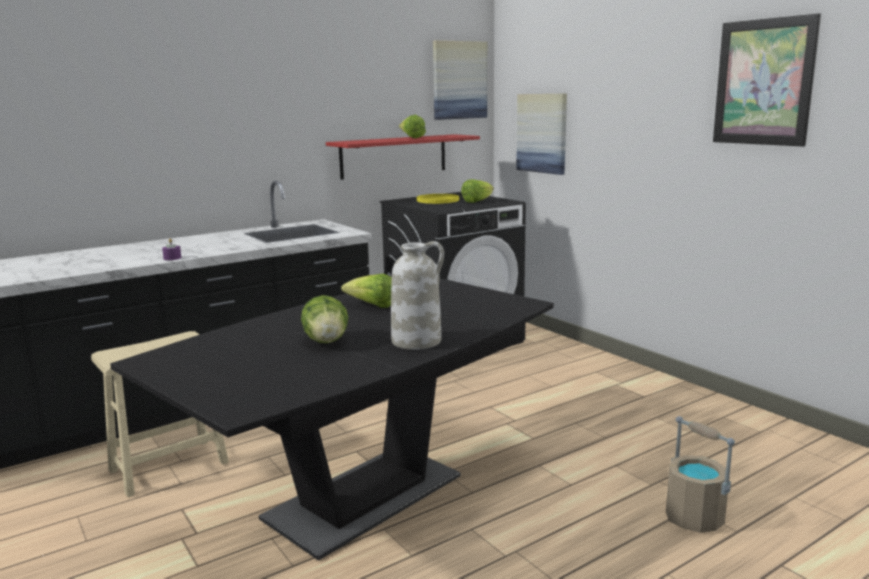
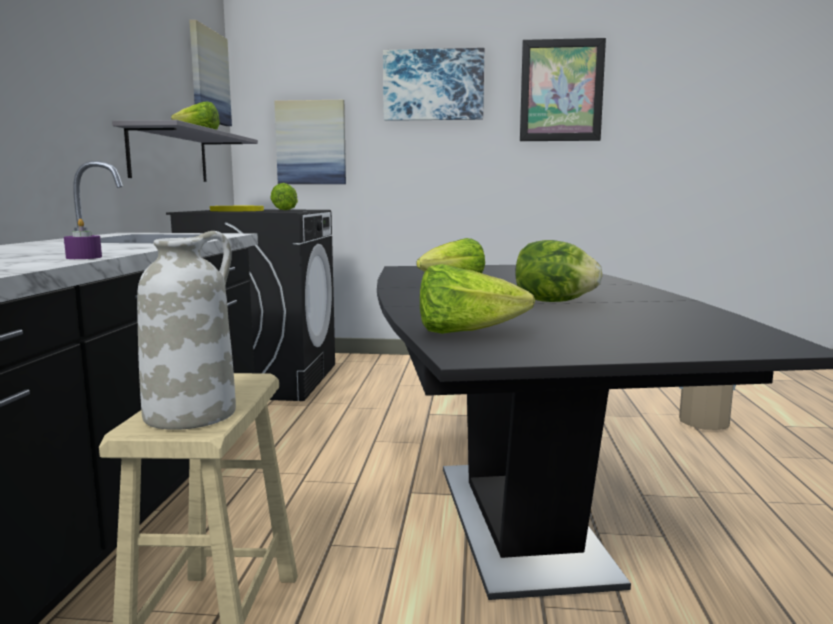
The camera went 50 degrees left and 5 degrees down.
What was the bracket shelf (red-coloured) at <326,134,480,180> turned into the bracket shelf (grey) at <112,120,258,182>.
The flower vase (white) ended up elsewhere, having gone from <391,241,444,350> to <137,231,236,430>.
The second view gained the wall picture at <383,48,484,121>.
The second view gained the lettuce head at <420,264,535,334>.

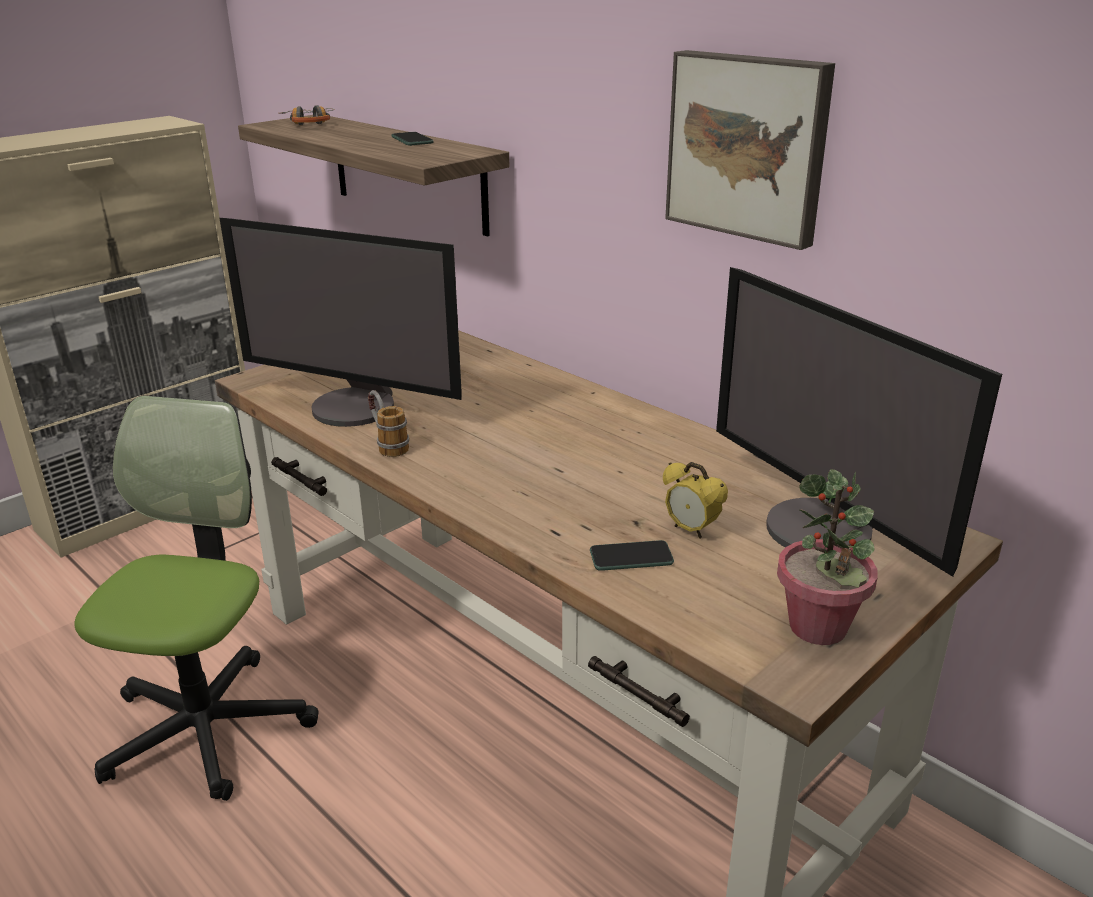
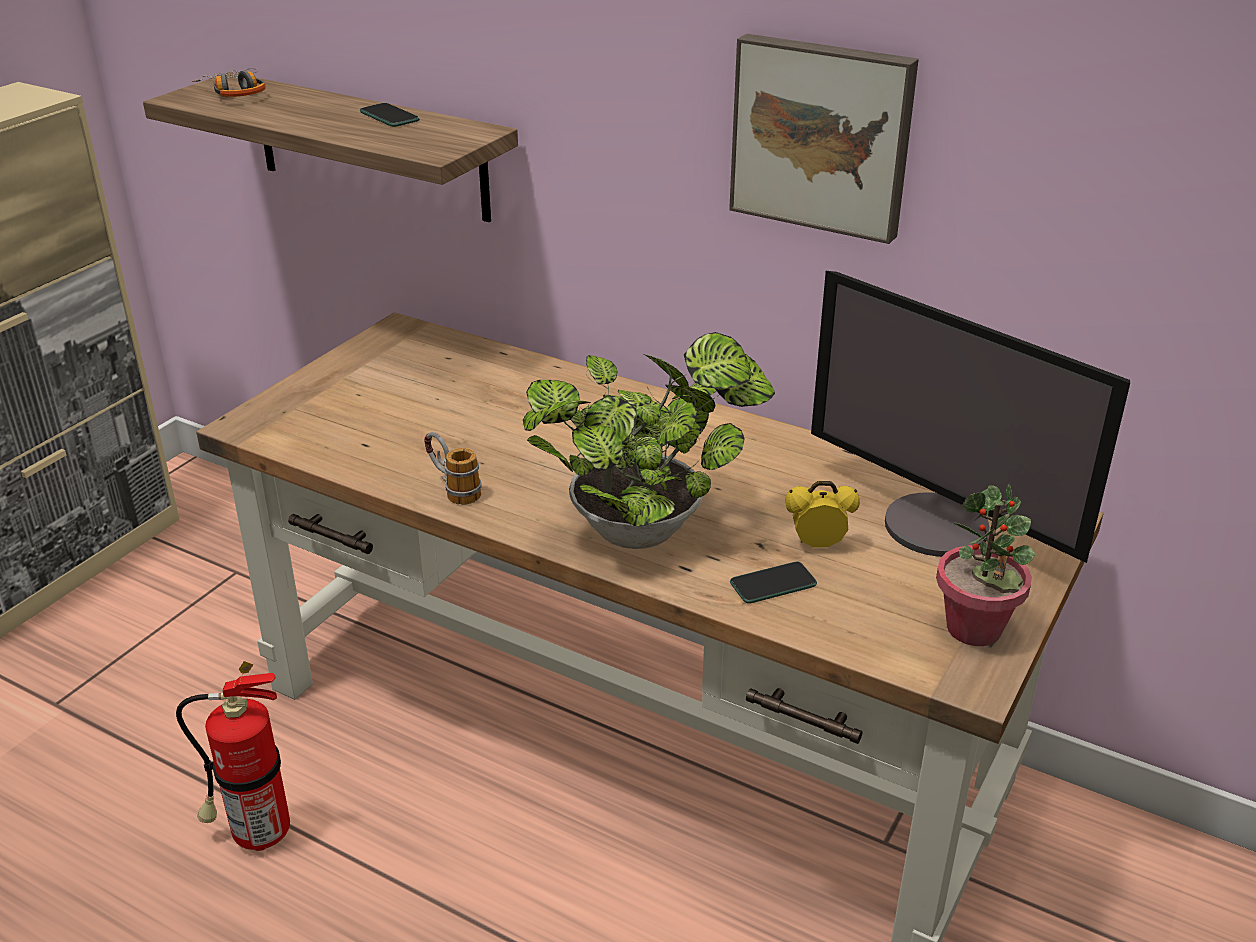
The camera went 15 degrees left and 5 degrees up.
The second view lost the computer display at <219,218,462,427>.
Where the desk chair stood at <75,396,319,801>, the extinguisher came to stand at <176,661,290,851>.
The alarm clock at <663,462,728,539> ended up facing another way, 150 degrees clockwise from before.
The second view gained the potted plant at <523,332,775,549>.

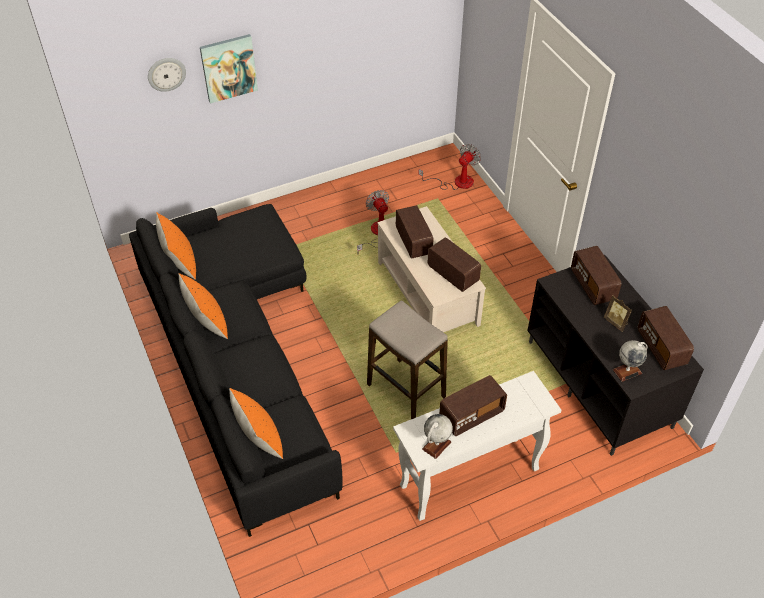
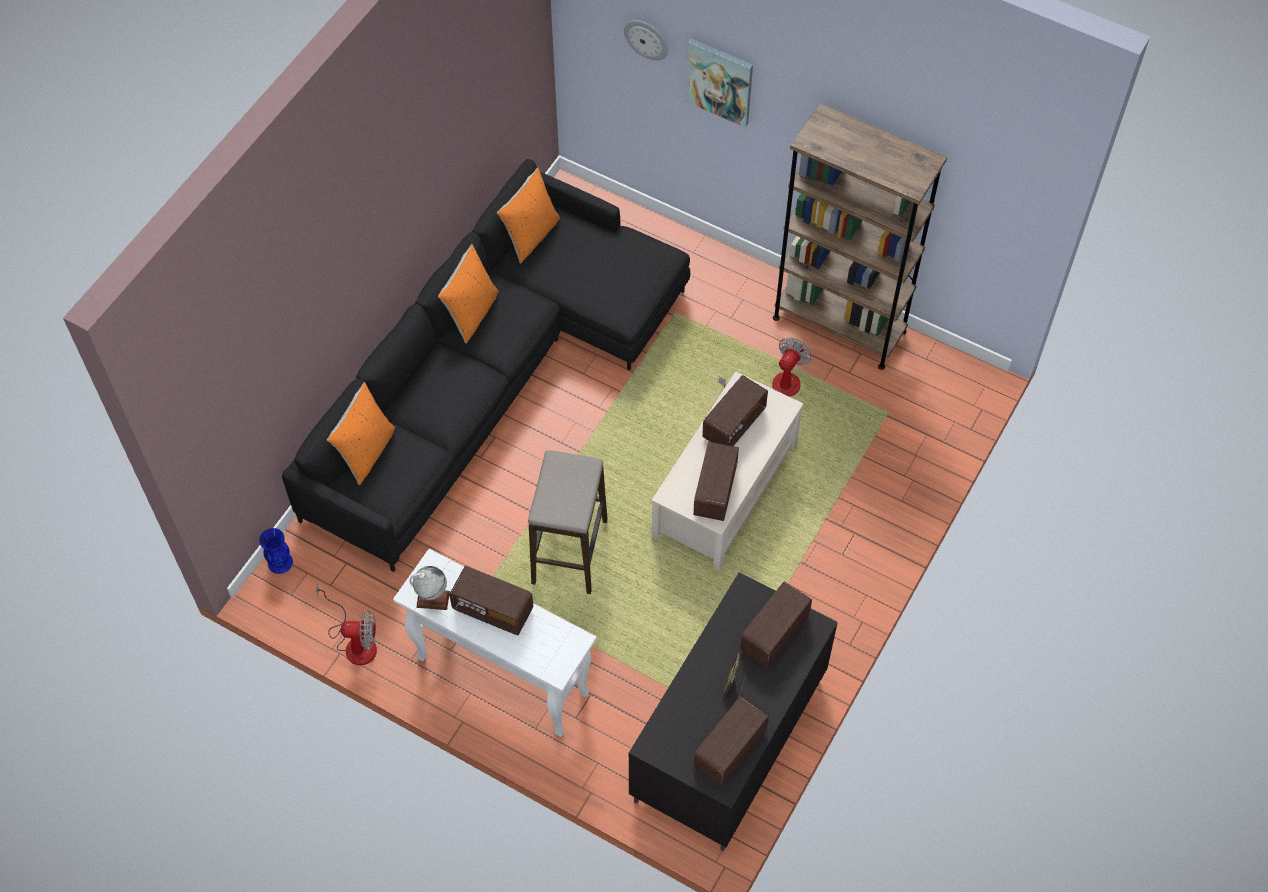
The camera went 55 degrees right and 10 degrees up.
The cooling fan ended up elsewhere, having gone from <418,144,481,190> to <316,584,377,665>.
The second view lost the globe at <613,340,647,382>.
The second view gained the shelving unit (brownish) at <773,103,947,370>.
The second view gained the flower vase (blue) at <259,528,293,574>.

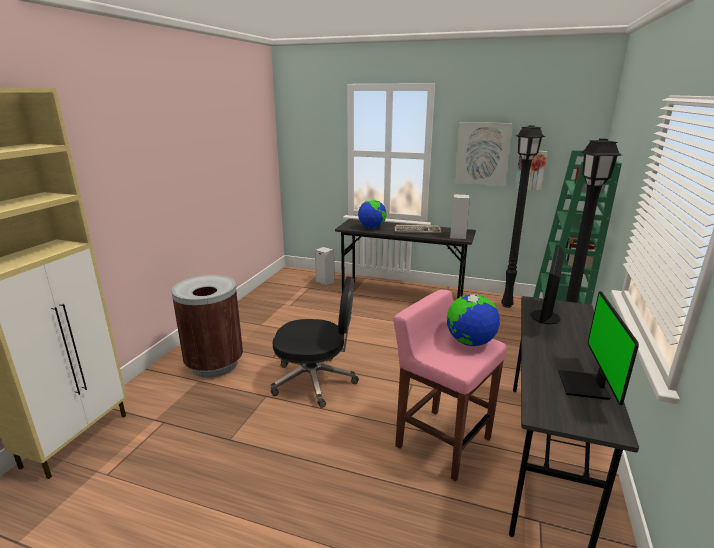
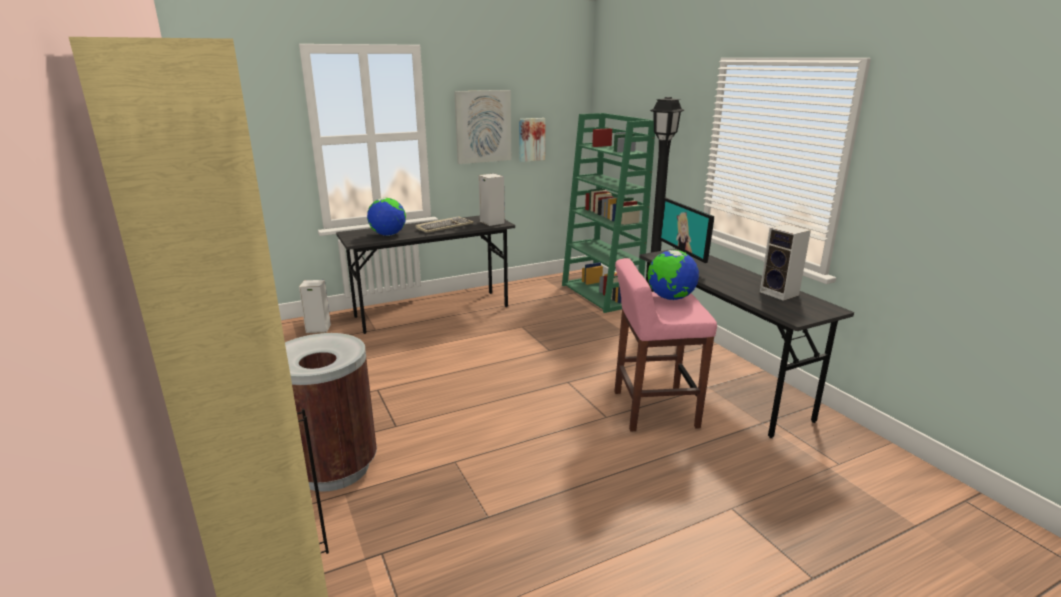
The camera went 45 degrees left and 0 degrees up.
The second view lost the standard lamp (black-coloured) at <501,125,545,308>.
The second view lost the desk chair (black-coloured) at <270,277,359,408>.
Where the computer display stood at <558,291,639,405>, the speaker came to stand at <760,224,811,301>.

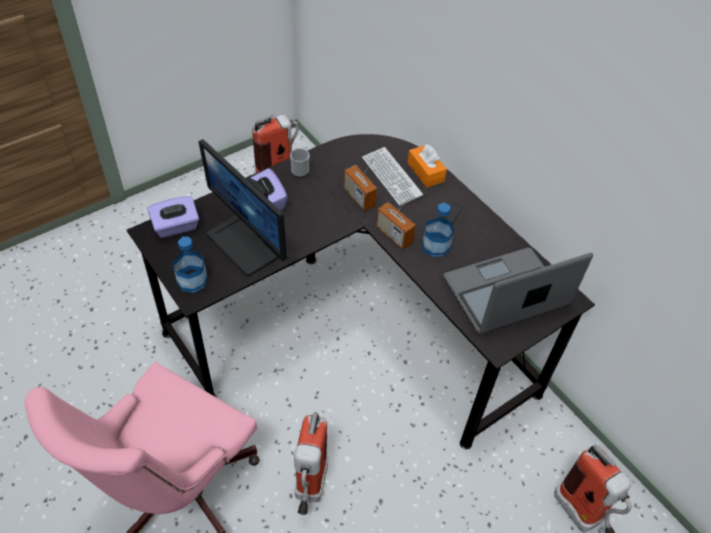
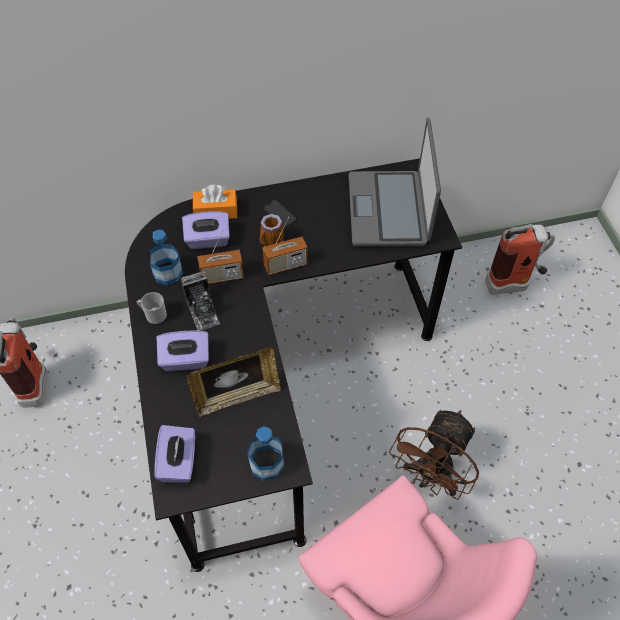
The camera went 65 degrees left and 5 degrees up.
Where the computer display stood at <198,139,287,276>, the standing frame came to stand at <187,348,281,417>.
Where the PC keyboard stood at <362,147,423,206>, the tissue holder (purple) came to stand at <182,211,230,249>.
The drink bottle ended up elsewhere, having gone from <422,203,454,257> to <150,230,183,286>.
Where the extinguisher stood at <294,412,328,515>, the cooling fan (brownish) came to stand at <389,410,479,500>.
The second view gained the mug at <260,214,284,247>.
The second view gained the still camera at <181,271,220,331>.

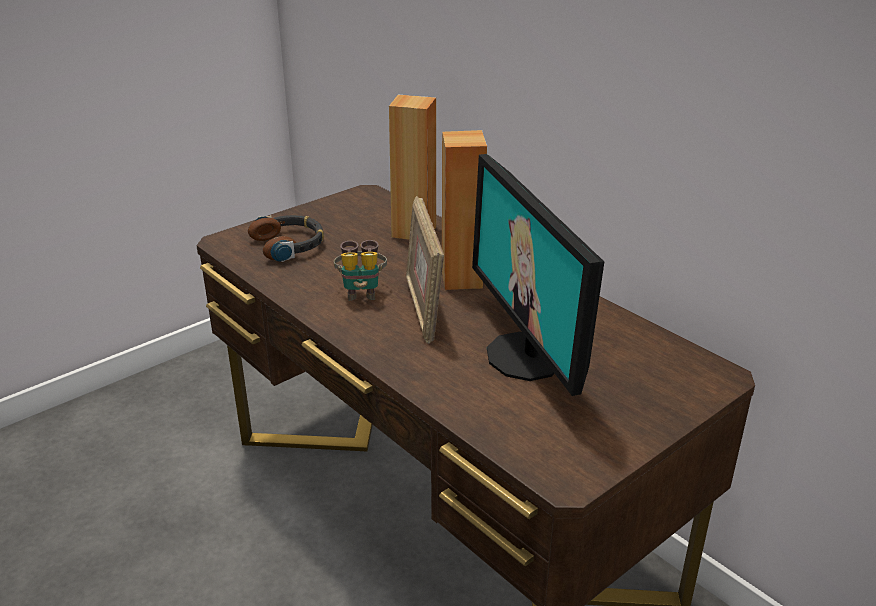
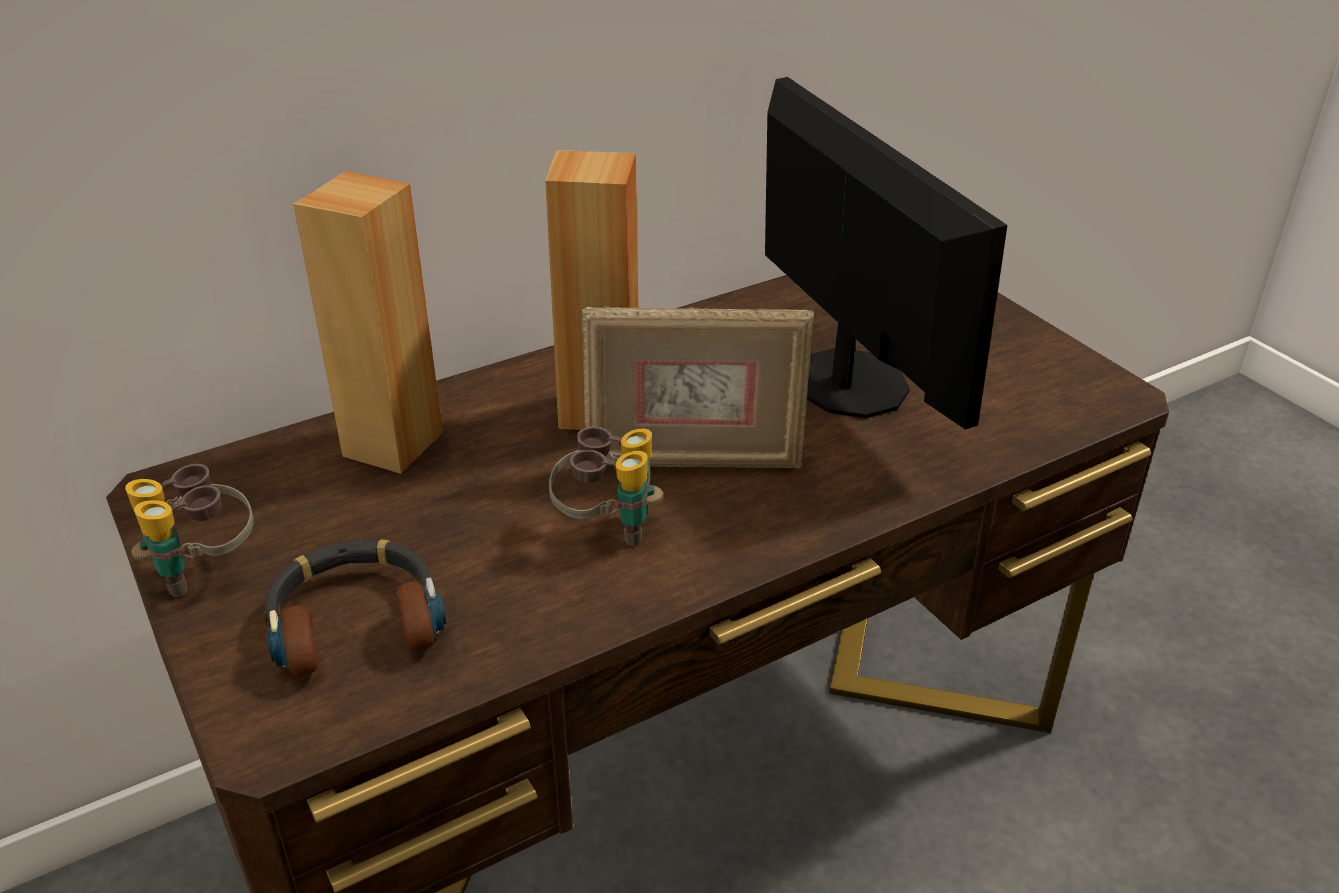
The camera went 80 degrees left and 5 degrees up.
The computer display at <472,154,604,396> ended up facing another way, 105 degrees counterclockwise from before.
The second view gained the pair of binoculars at <125,464,254,597>.

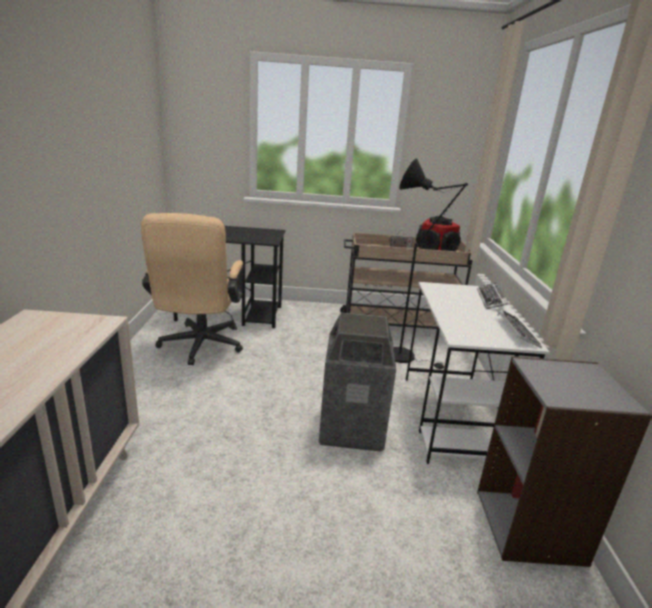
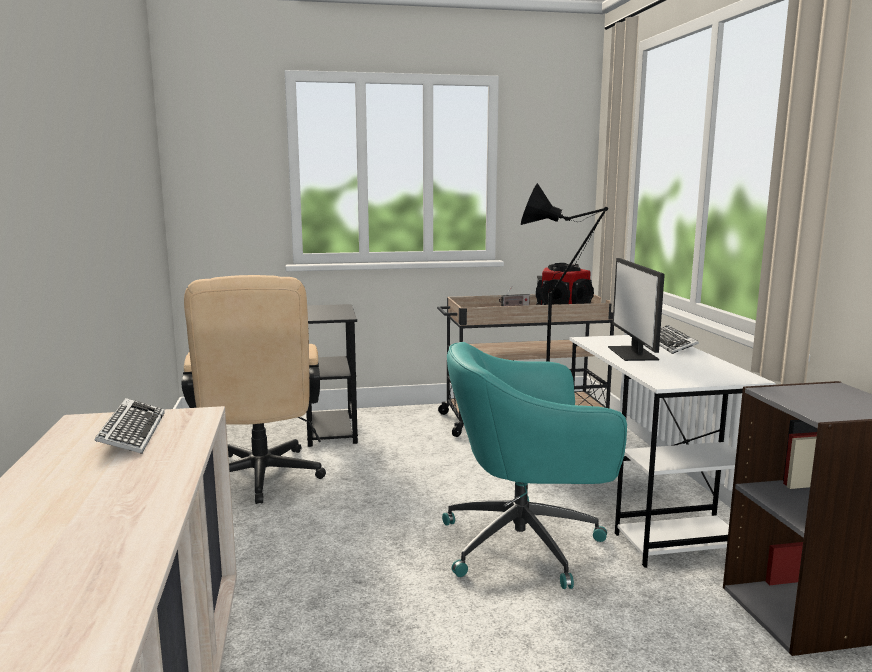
The camera went 10 degrees left and 10 degrees down.
The PC keyboard ended up elsewhere, having gone from <496,308,542,348> to <94,398,165,454>.
Where the waste bin stood at <319,312,396,452>, the desk chair (turquoise) came to stand at <442,342,627,589>.
The second view gained the computer display at <608,258,665,361>.

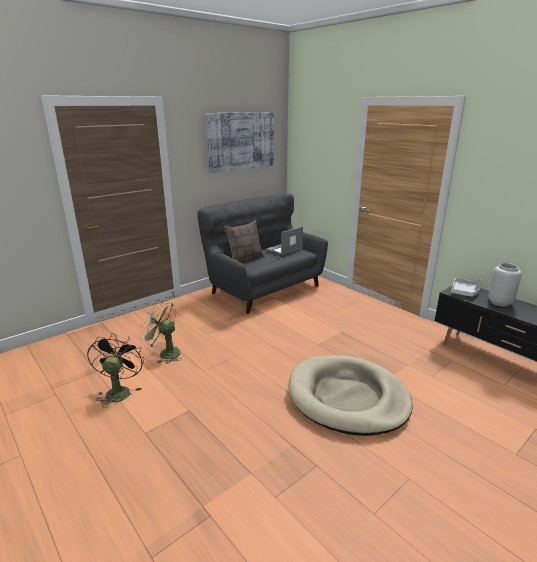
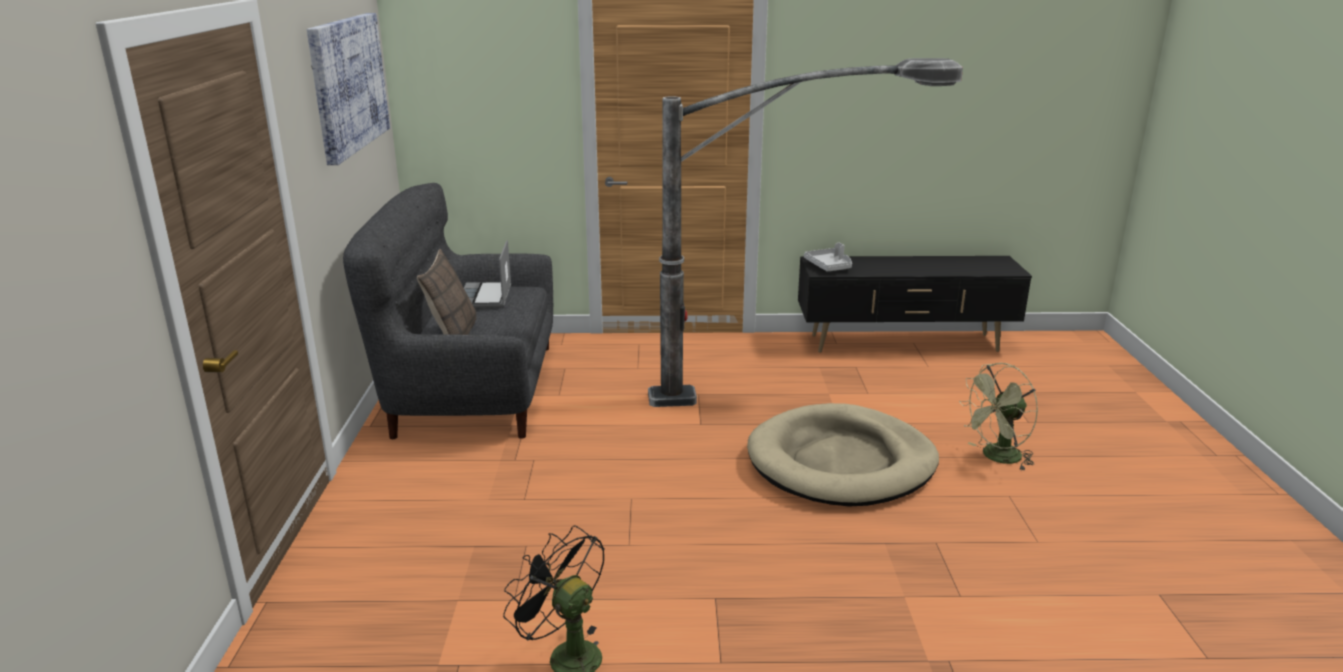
The camera went 50 degrees left and 0 degrees up.
The second view lost the flower vase (grey) at <488,263,522,307>.
The cooling fan (greenish) ended up elsewhere, having gone from <140,301,182,364> to <959,363,1038,470>.
The second view gained the standard lamp at <648,58,963,407>.

